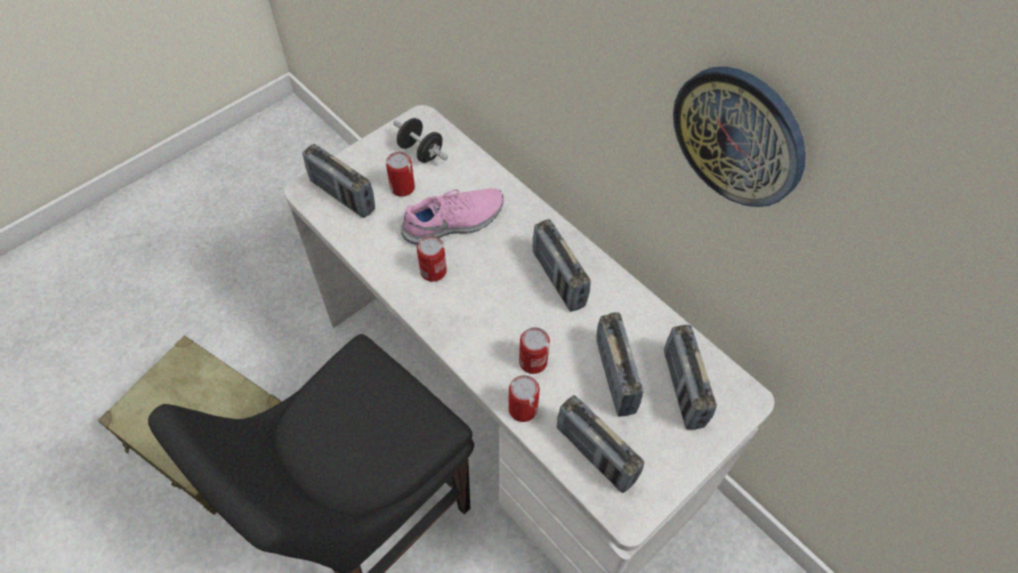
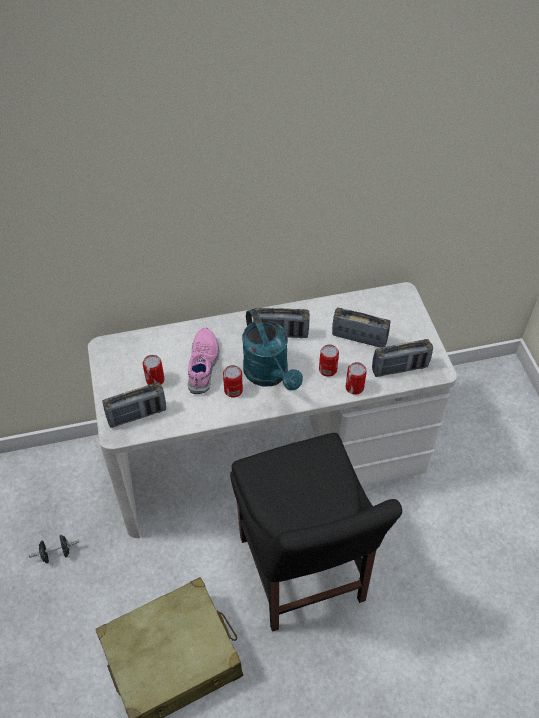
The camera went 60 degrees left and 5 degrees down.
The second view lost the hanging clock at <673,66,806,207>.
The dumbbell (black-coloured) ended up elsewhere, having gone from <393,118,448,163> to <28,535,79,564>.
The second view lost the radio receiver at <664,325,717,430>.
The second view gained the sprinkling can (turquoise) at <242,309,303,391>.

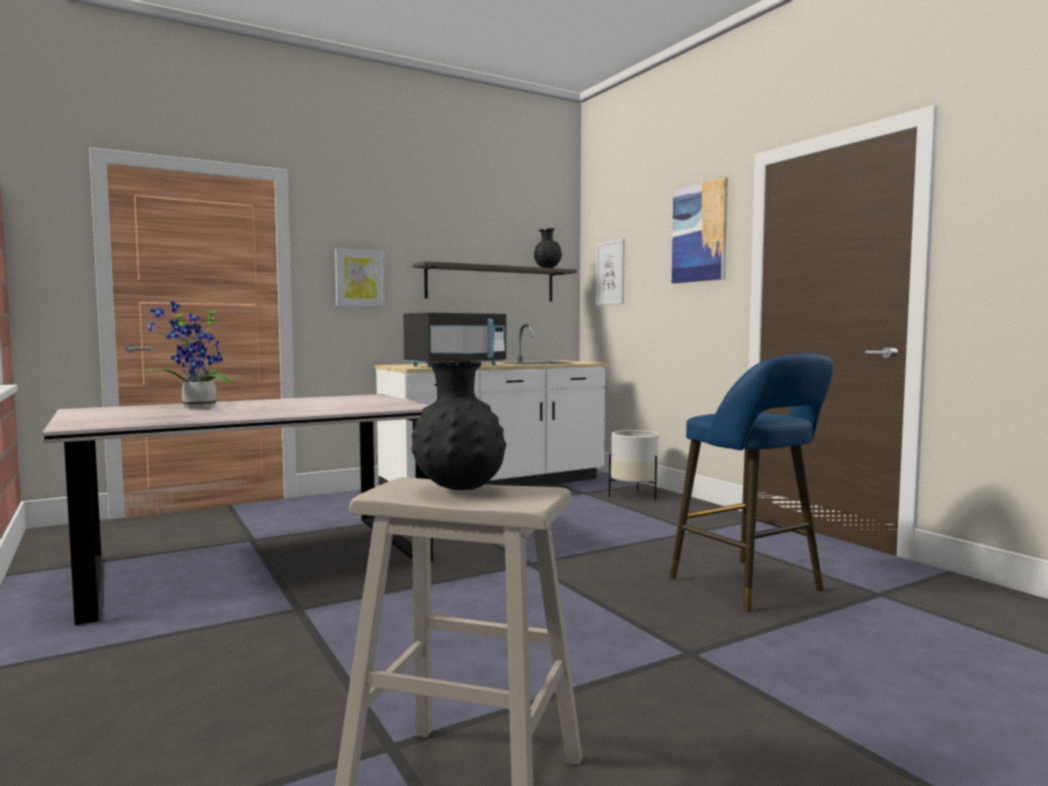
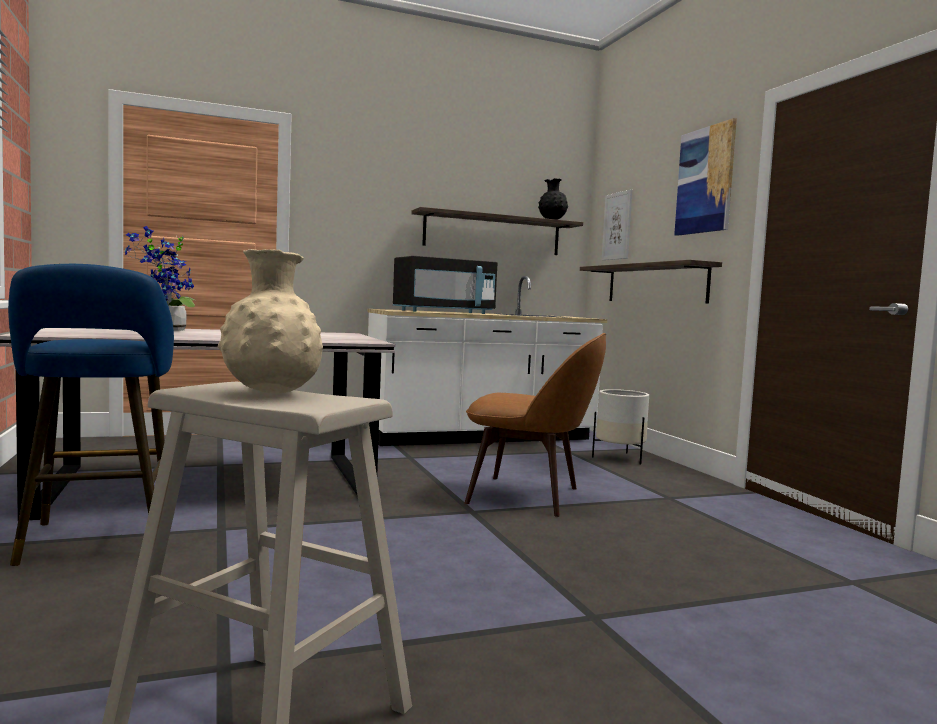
The camera went 10 degrees right and 0 degrees up.
The second view lost the wall picture at <335,248,385,307>.
The stool seat (blue) ended up elsewhere, having gone from <670,353,833,612> to <8,264,174,566>.
What was the flower vase (black-coloured) at <411,360,506,490> turned into the flower vase (beige-coloured) at <218,249,323,394>.
The second view gained the bracket shelf at <580,260,722,304>.
The second view gained the upright chair (brownish) at <464,333,606,517>.

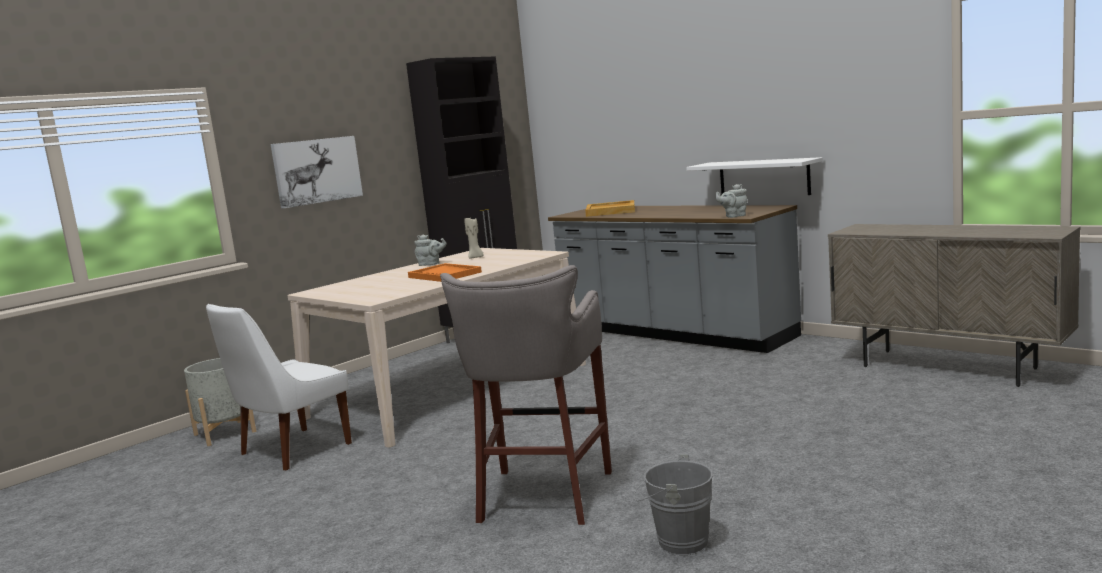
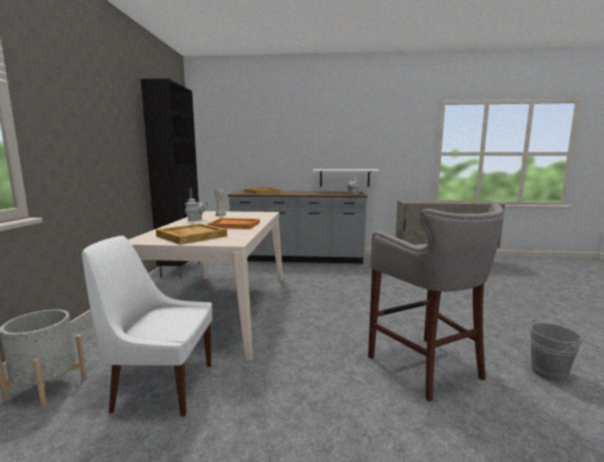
The camera went 40 degrees left and 0 degrees up.
The second view lost the wall picture at <271,136,363,208>.
The upright chair (white) at <206,304,352,471> ended up facing another way, 90 degrees clockwise from before.
The second view gained the serving tray (beige-coloured) at <156,223,227,245>.

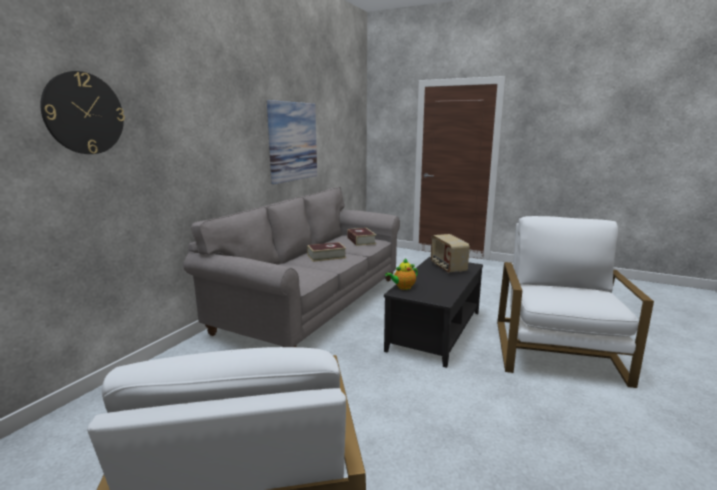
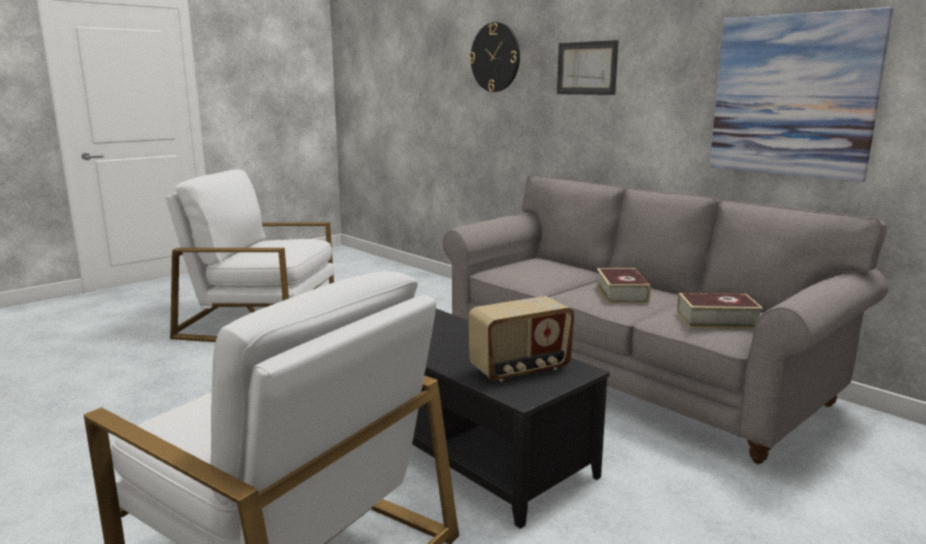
The camera went 110 degrees right and 0 degrees up.
The radio receiver at <431,234,470,273> ended up facing another way, 150 degrees clockwise from before.
The second view lost the pot for tea at <385,258,418,290>.
The second view gained the wall picture at <557,40,619,95>.

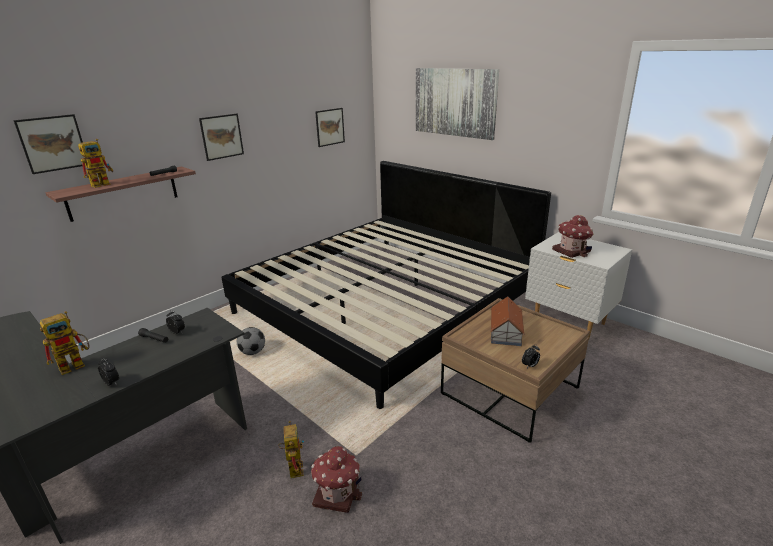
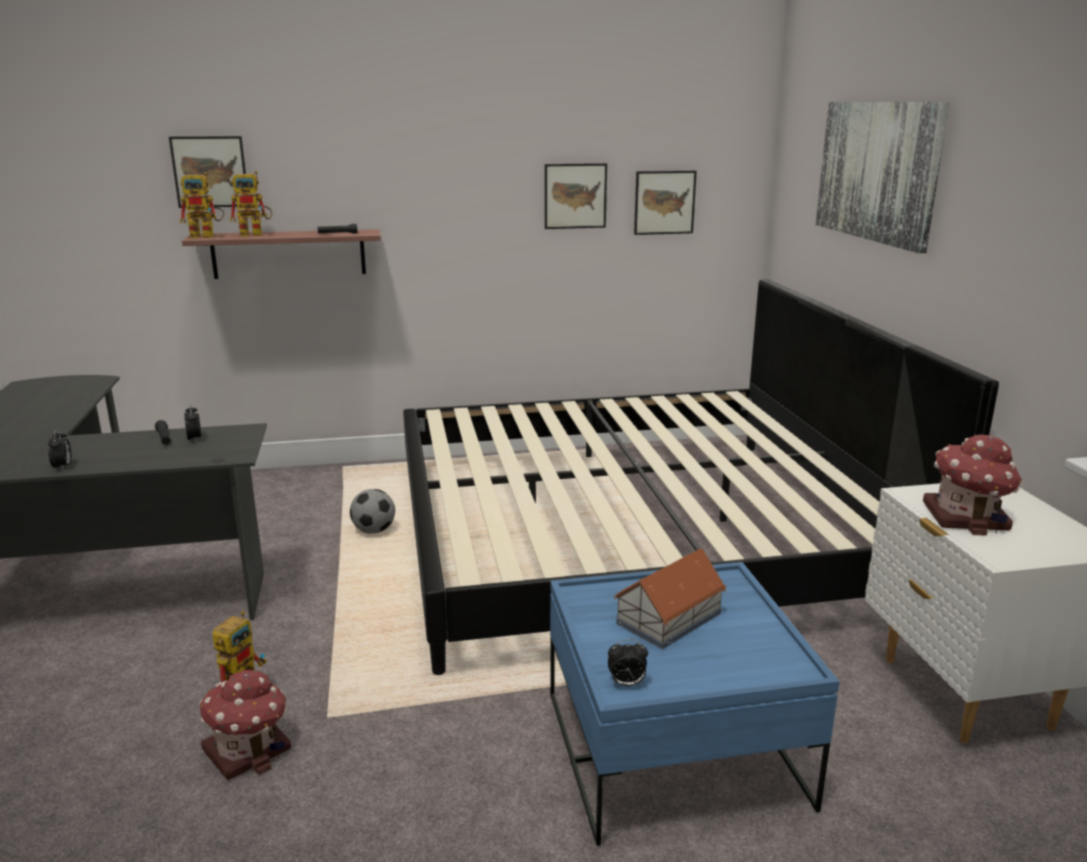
The camera went 35 degrees right and 5 degrees down.
The wall picture ended up elsewhere, having gone from <199,114,244,161> to <545,163,607,229>.
What was the coffee table (brownish) at <441,298,590,443> turned into the coffee table (blue) at <550,562,840,846>.
The toy robot ended up elsewhere, having gone from <40,311,90,375> to <180,172,225,238>.

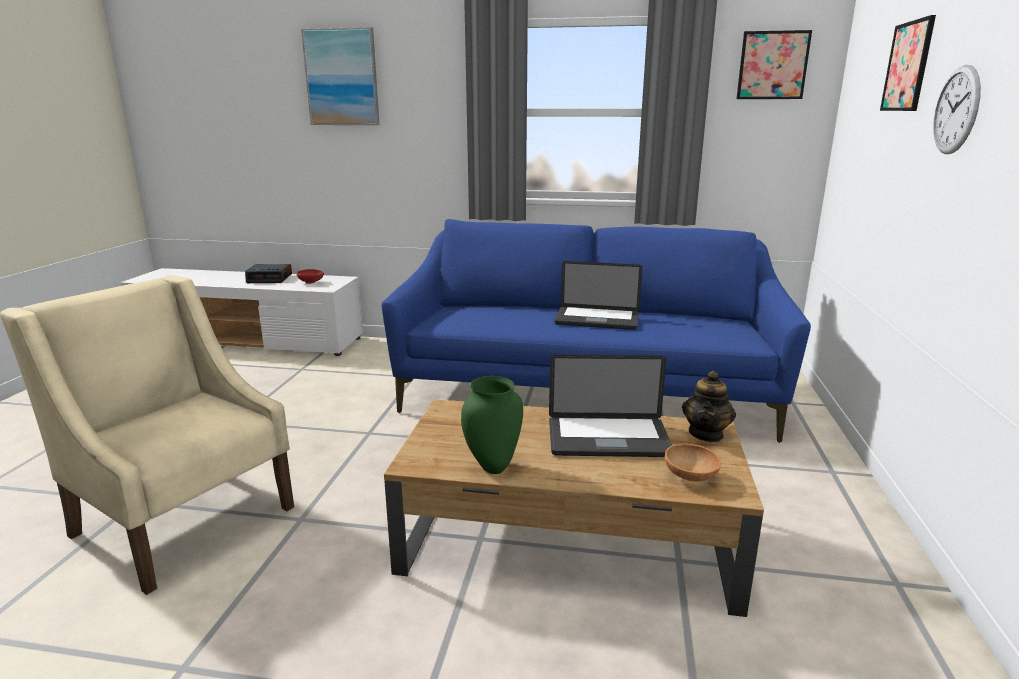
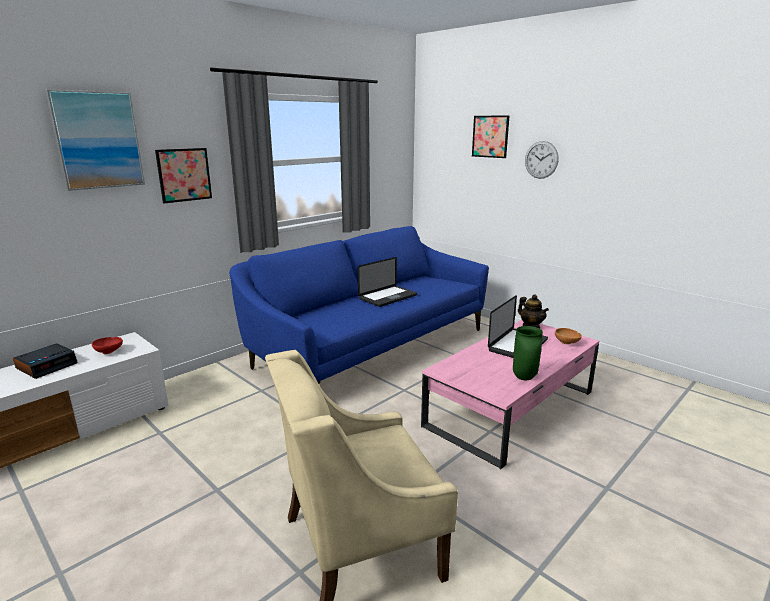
The camera went 55 degrees left and 0 degrees up.
The wall picture ended up elsewhere, having gone from <737,30,812,99> to <155,148,212,203>.
What was the coffee table (brownish) at <384,399,764,617> turned into the coffee table (pinkish) at <421,320,599,469>.

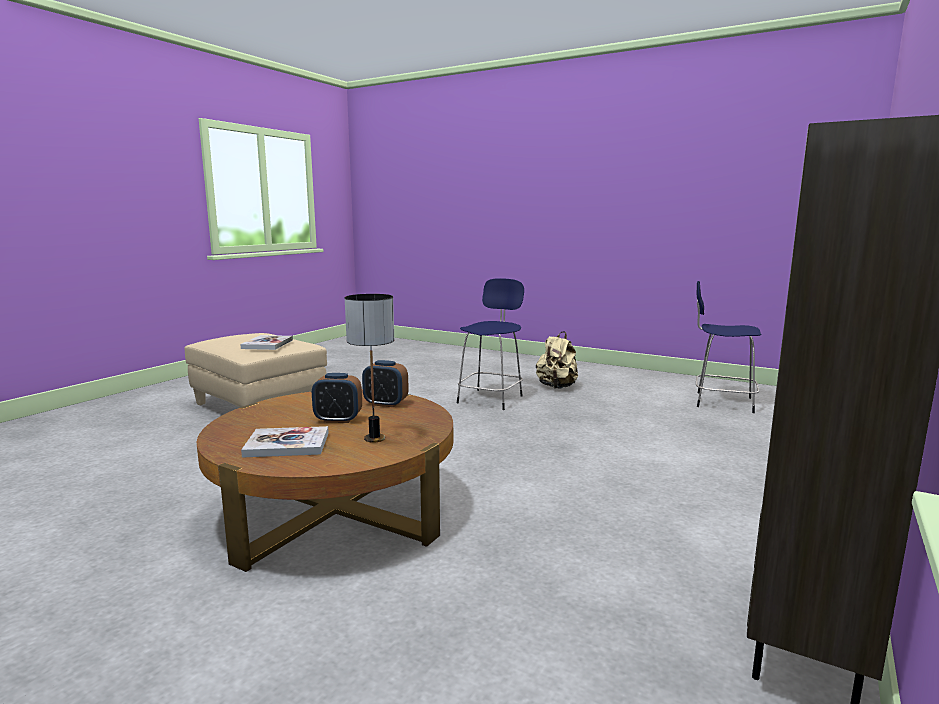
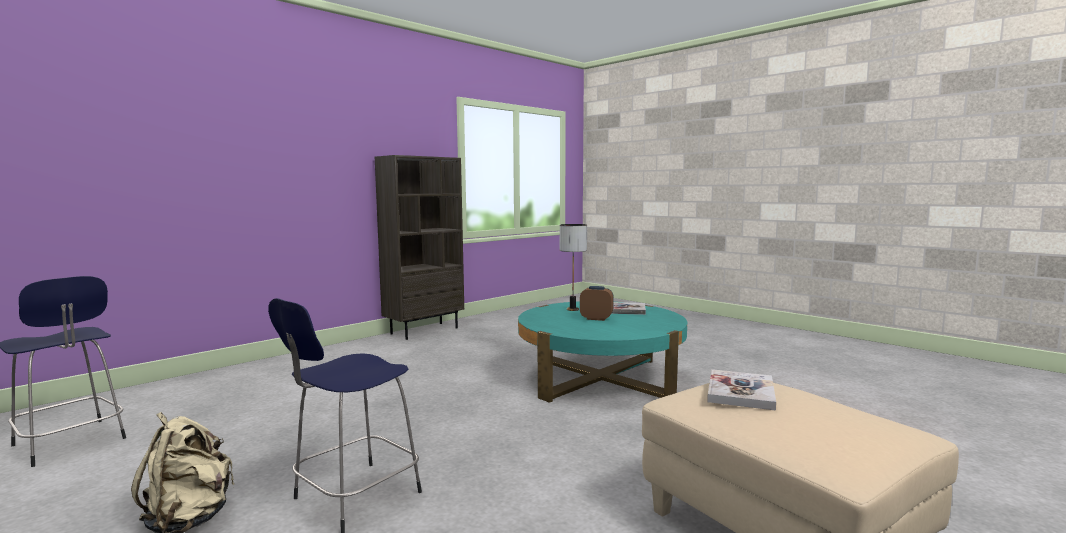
The camera went 165 degrees left and 5 degrees down.
The second view lost the alarm clock at <362,360,409,407>.
What was the coffee table (brownish) at <197,389,453,572> turned into the coffee table (turquoise) at <518,301,687,403>.

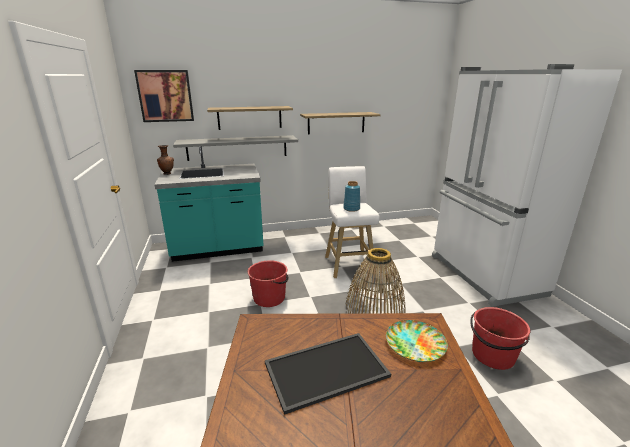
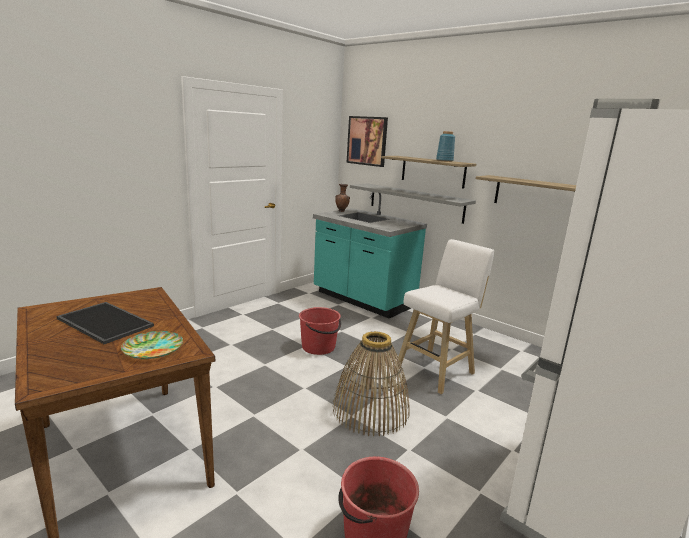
The camera went 55 degrees right and 5 degrees down.
The flower vase (blue) ended up elsewhere, having gone from <343,181,360,212> to <436,131,455,162>.

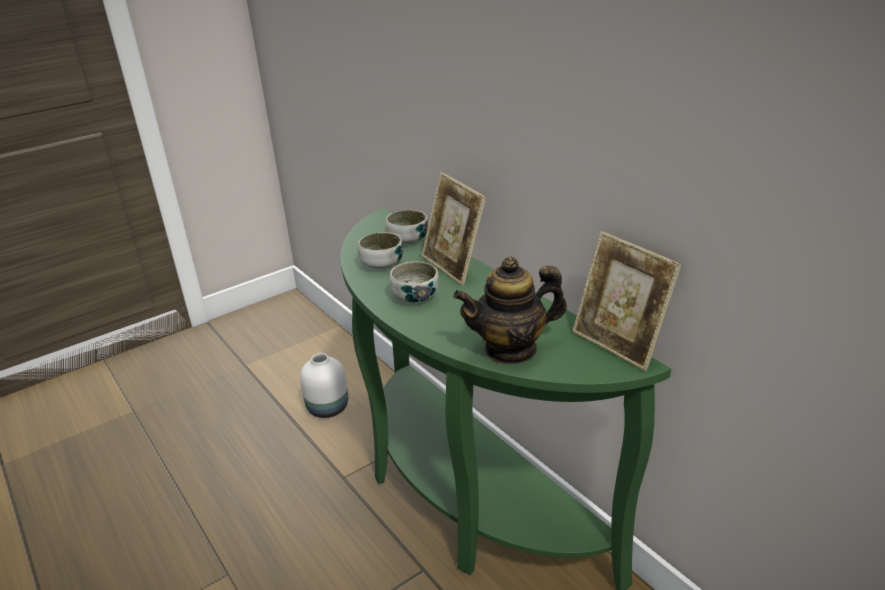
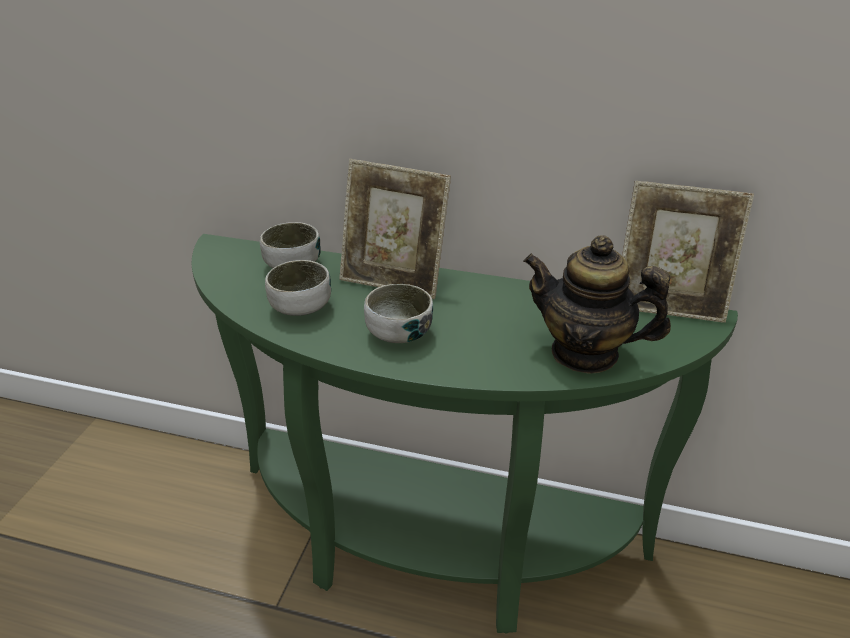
The camera went 40 degrees left and 5 degrees up.
The pot for tea at <453,256,567,364> ended up facing another way, 75 degrees clockwise from before.
The second view lost the flower vase (white) at <300,353,348,418>.

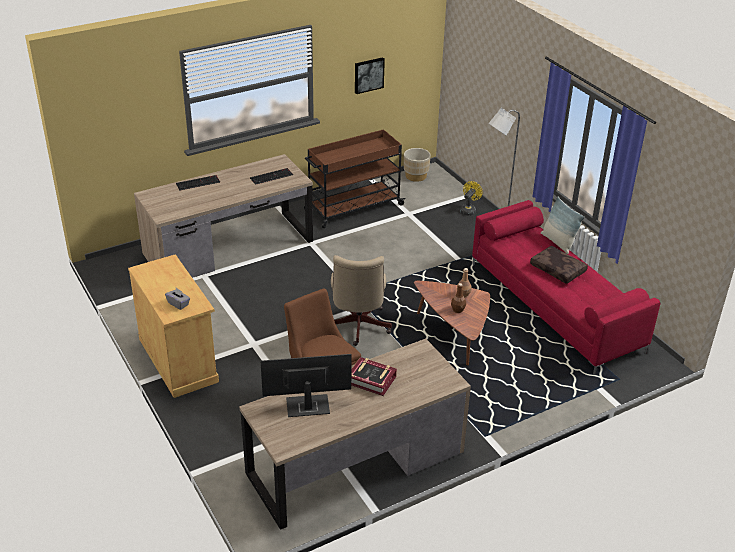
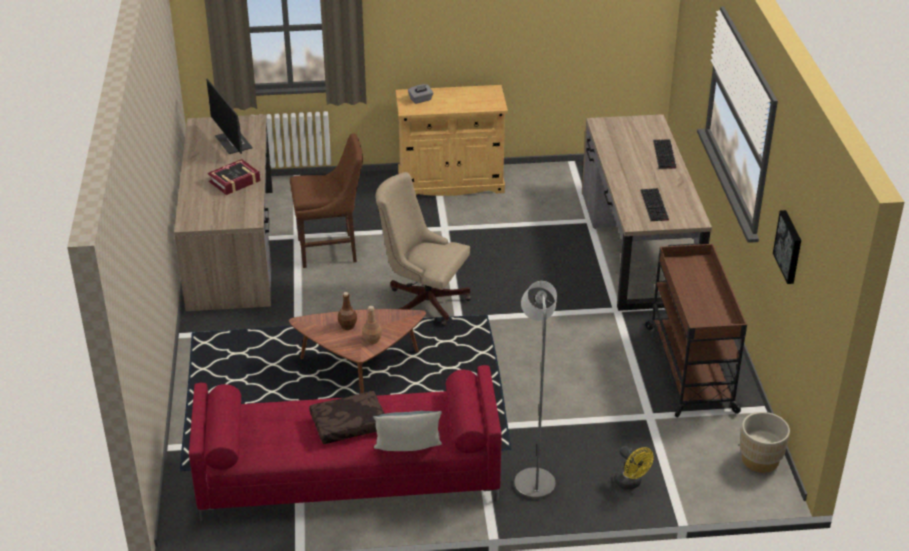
The camera went 115 degrees right and 0 degrees up.
The computer display at <260,354,352,417> ended up facing another way, 135 degrees clockwise from before.

